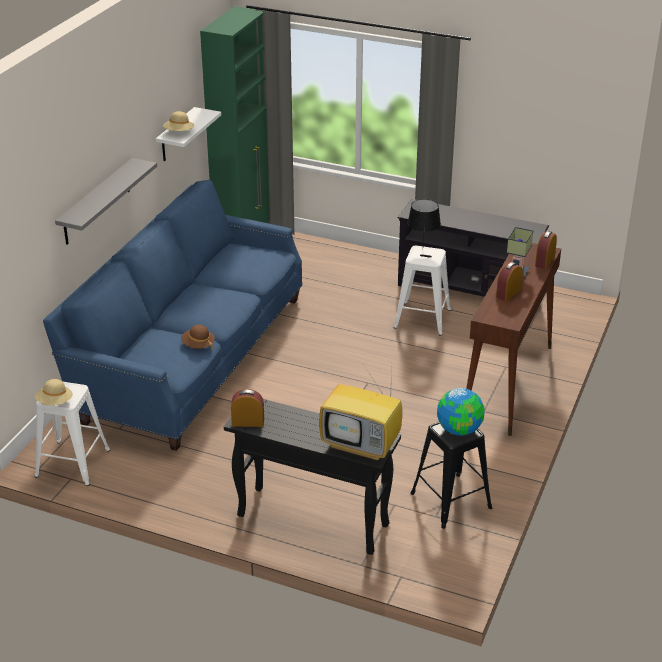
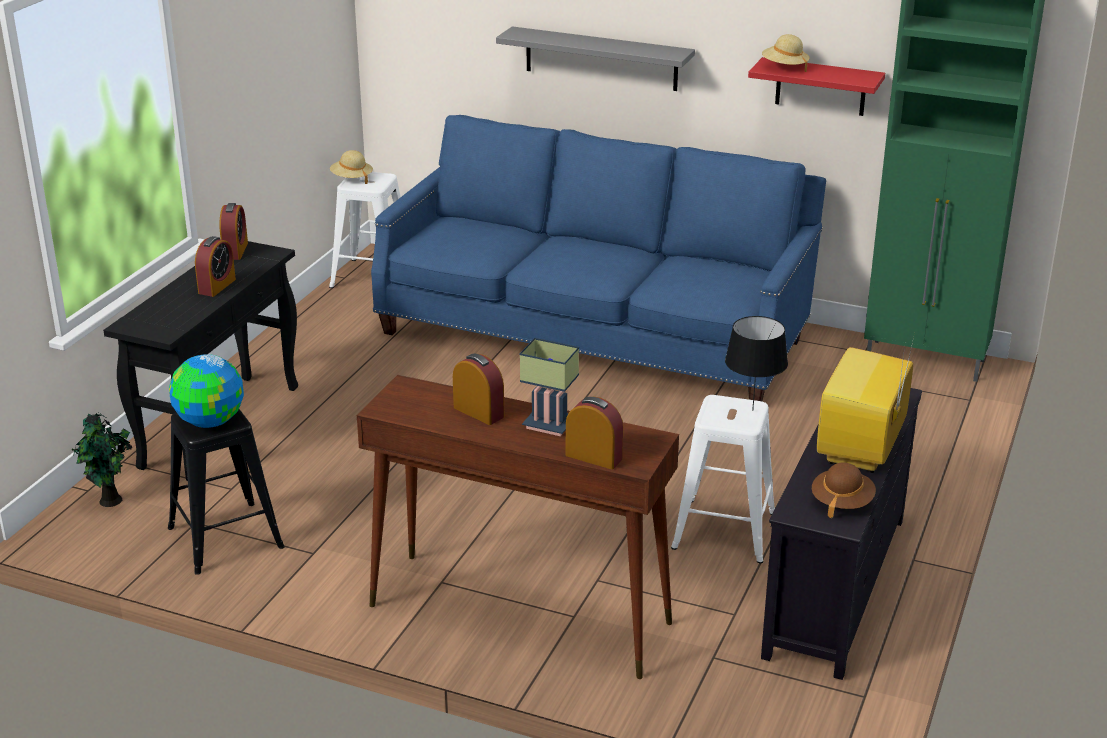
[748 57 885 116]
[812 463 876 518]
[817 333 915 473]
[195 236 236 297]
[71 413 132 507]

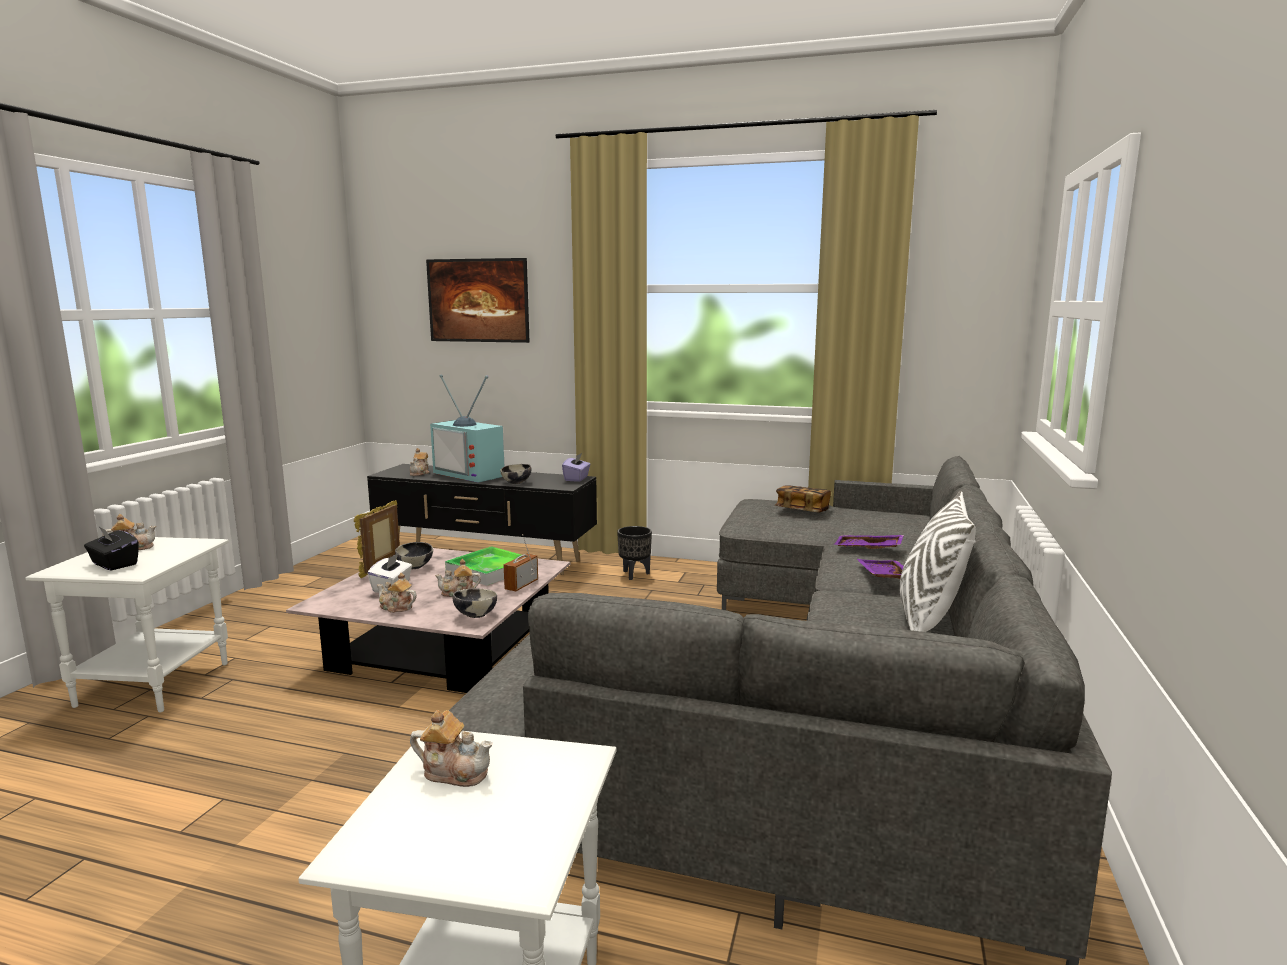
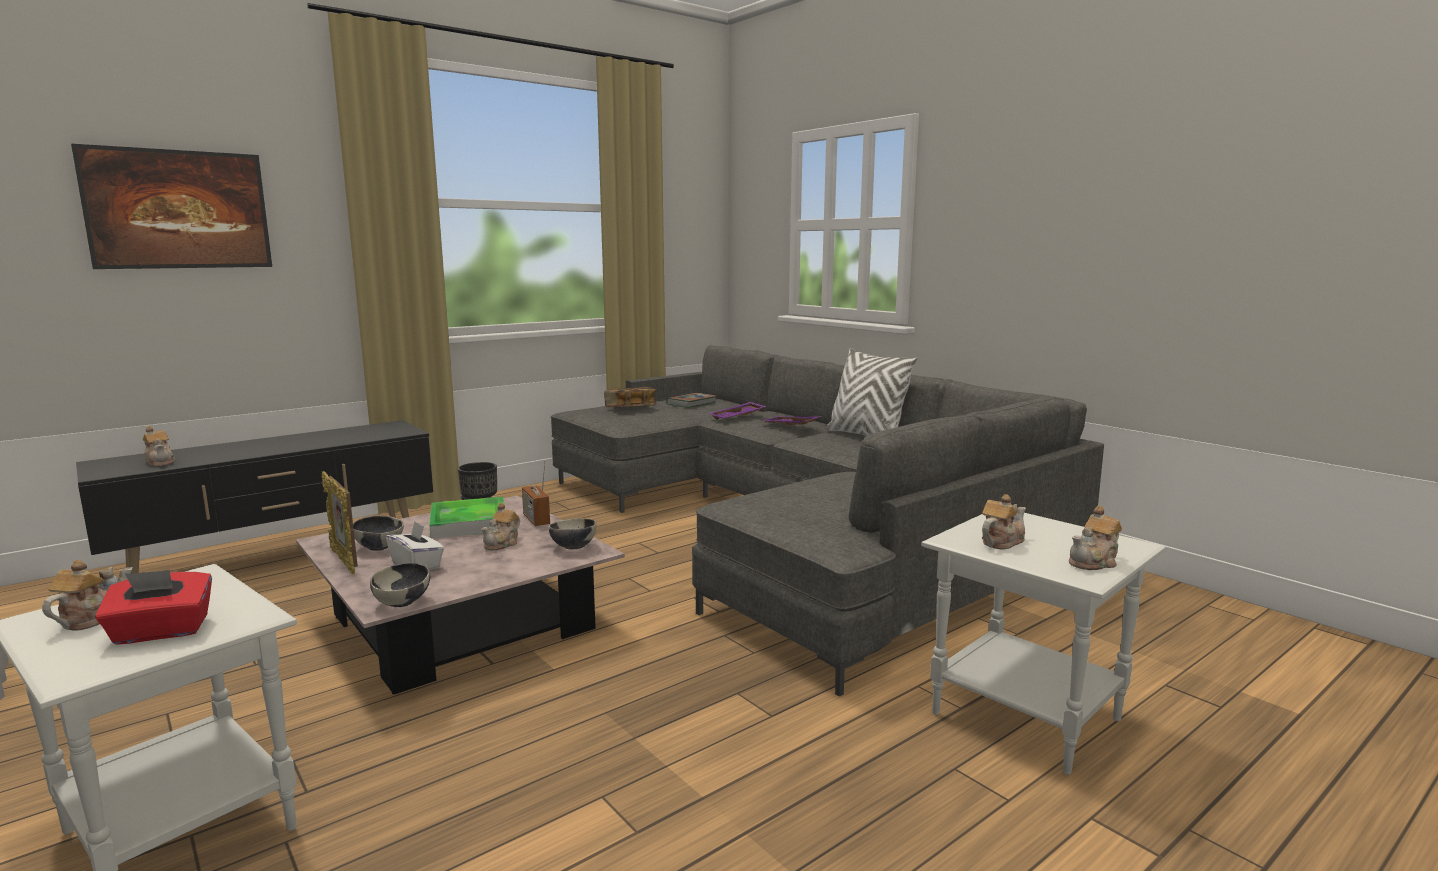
[430 374 504 483] (first image)
[562 453 591 482] (first image)
[370 562 430 607]
[95 570 212 645]
[1069 506 1122 570]
[666 393 717 408]

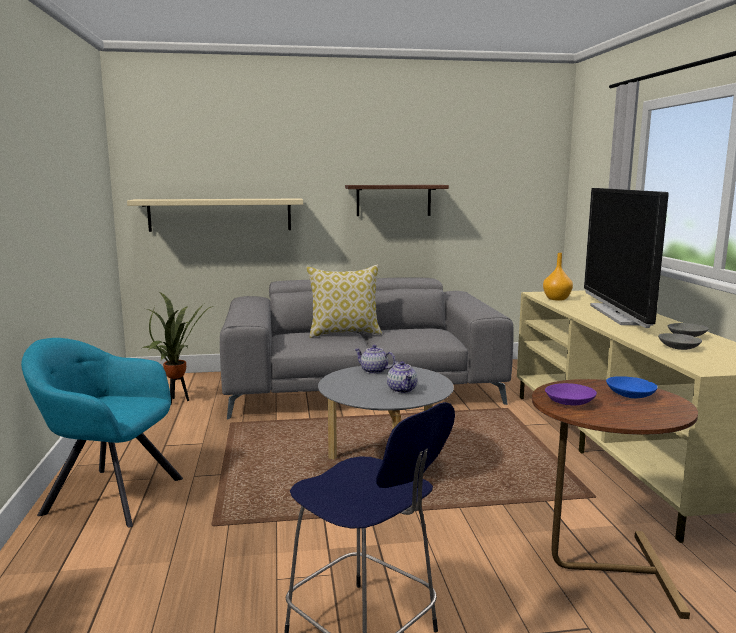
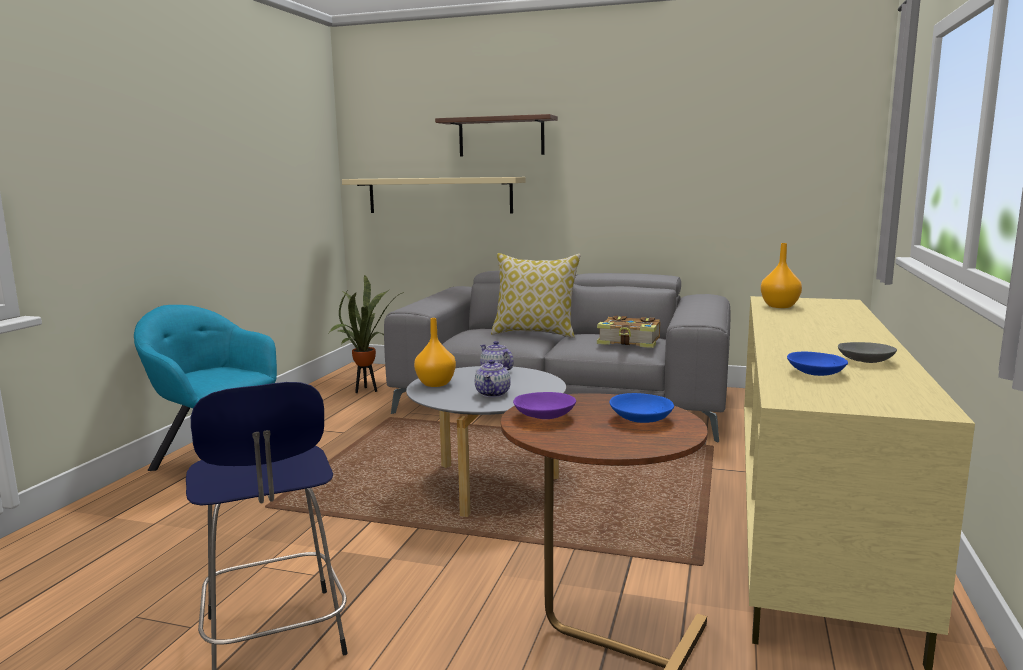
[435 114 558 156]
[584 188 669 328] (first image)
[787 352 848 376]
[597 316 660 348]
[414 318 456 387]

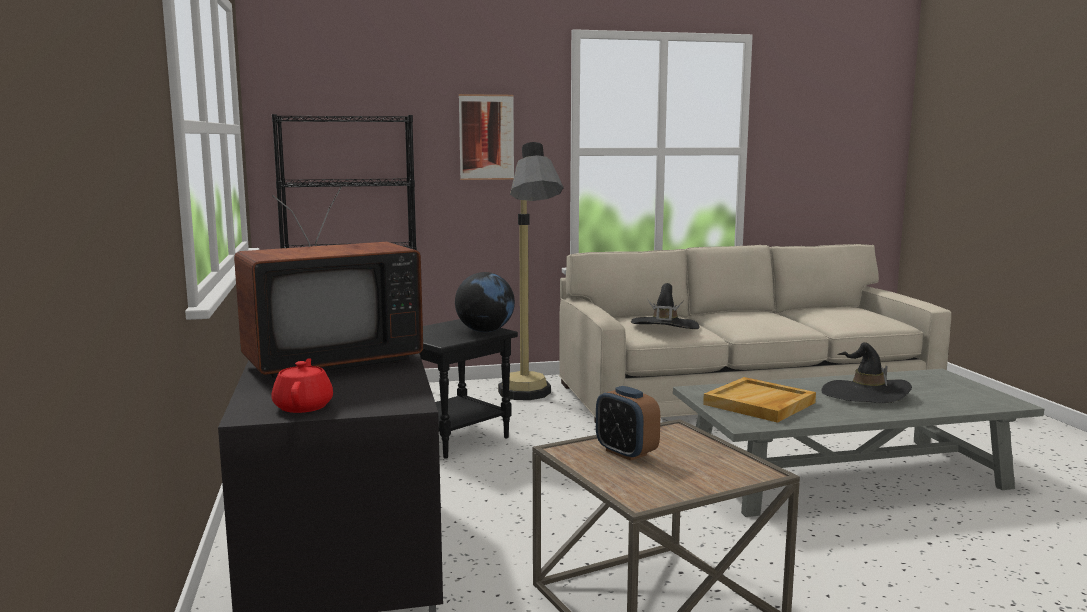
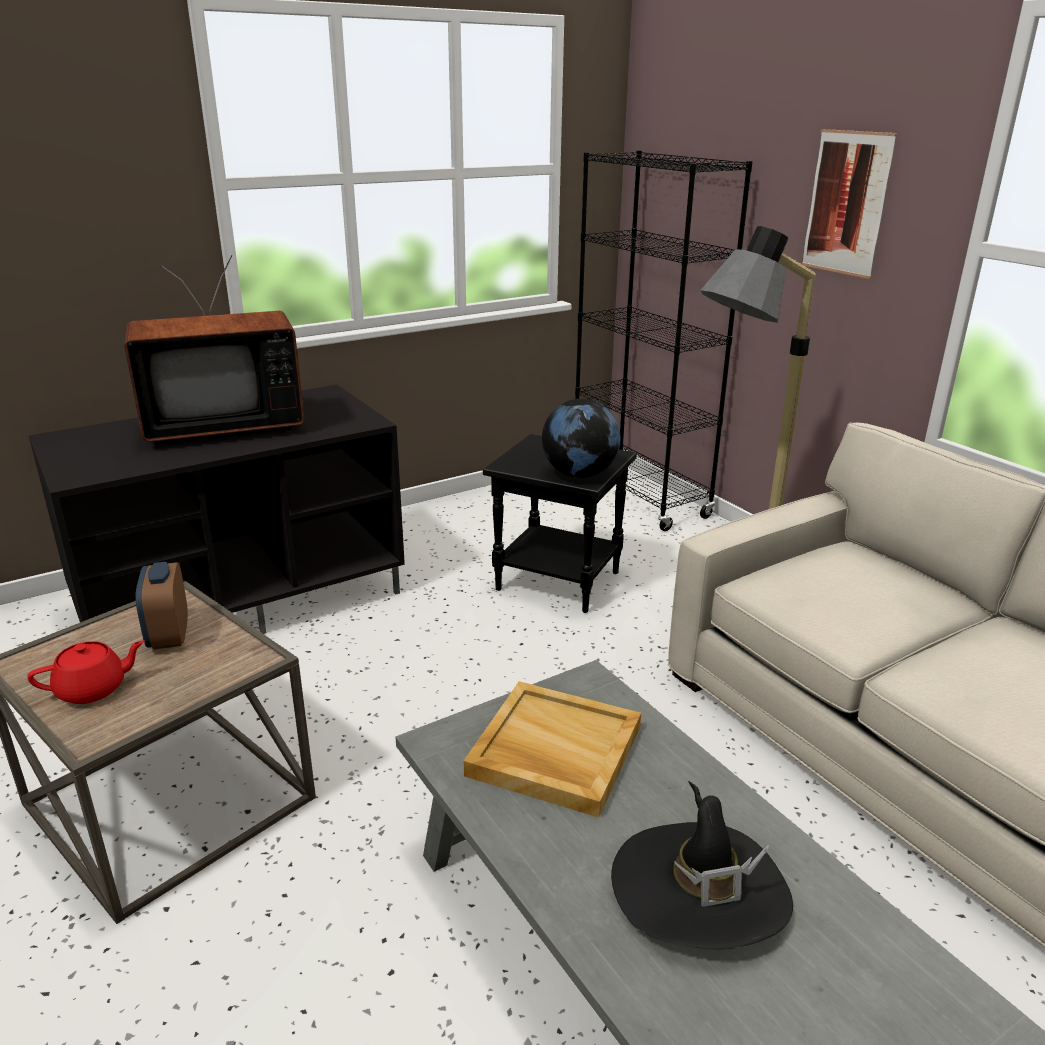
[125 255 304 445]
[631 283 699 329] (first image)
[27 640 145 704]
[136 562 188 650]

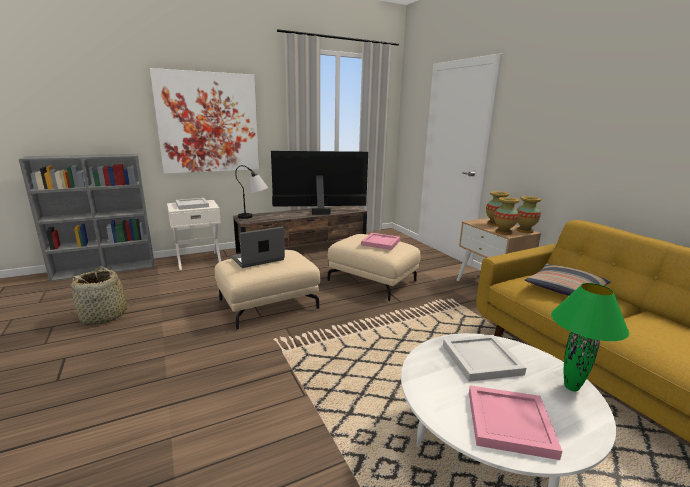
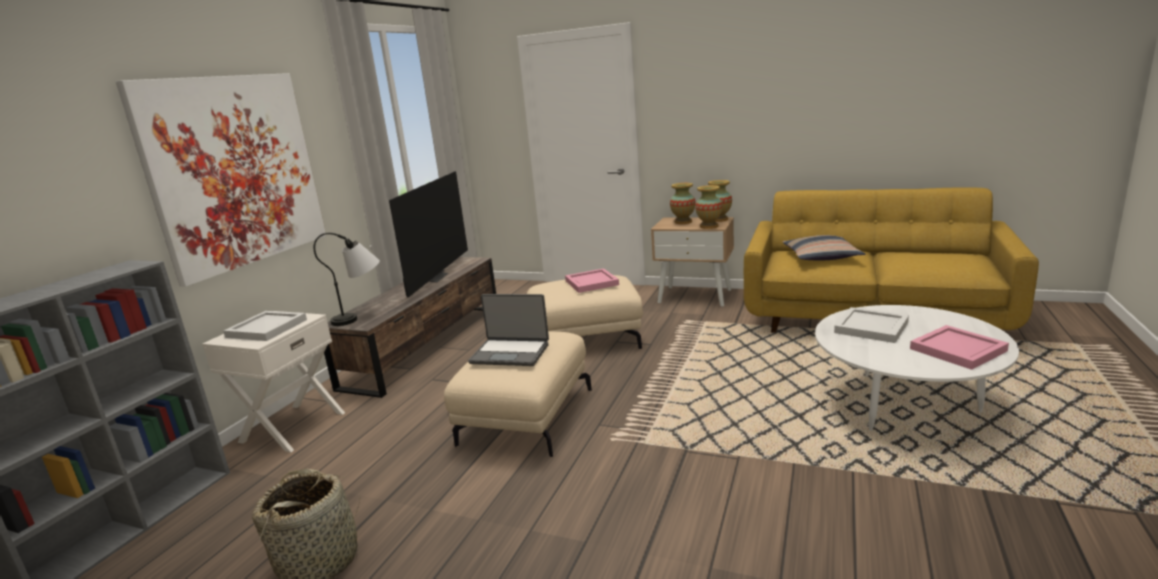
[389 171 468 297]
[468 294 549 366]
[551 283 629 391] (first image)

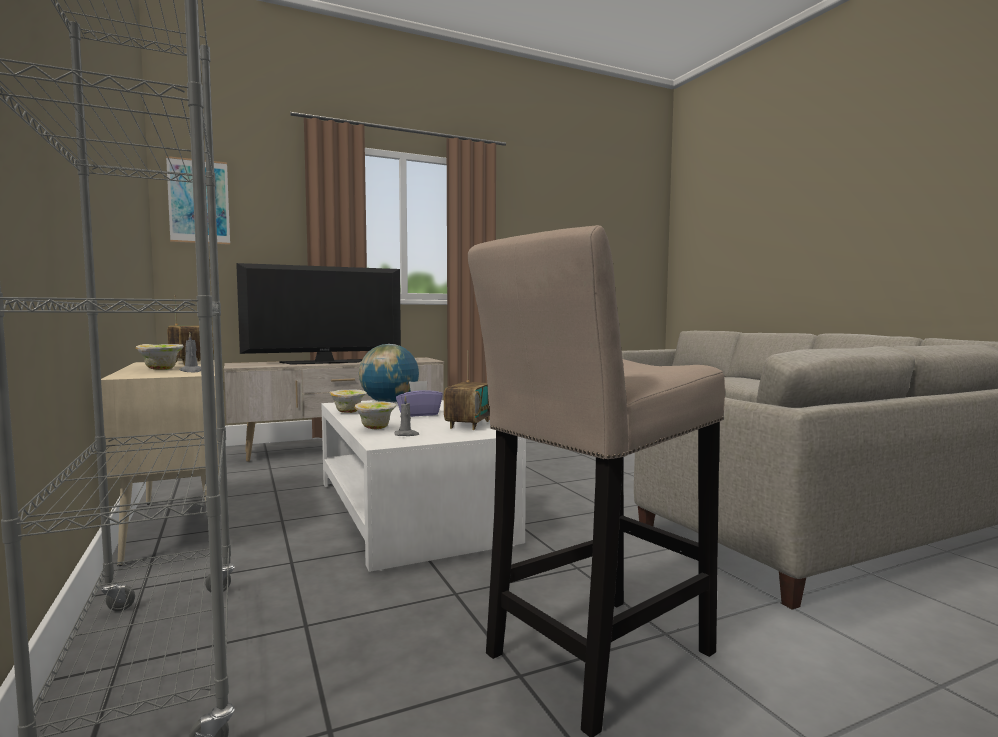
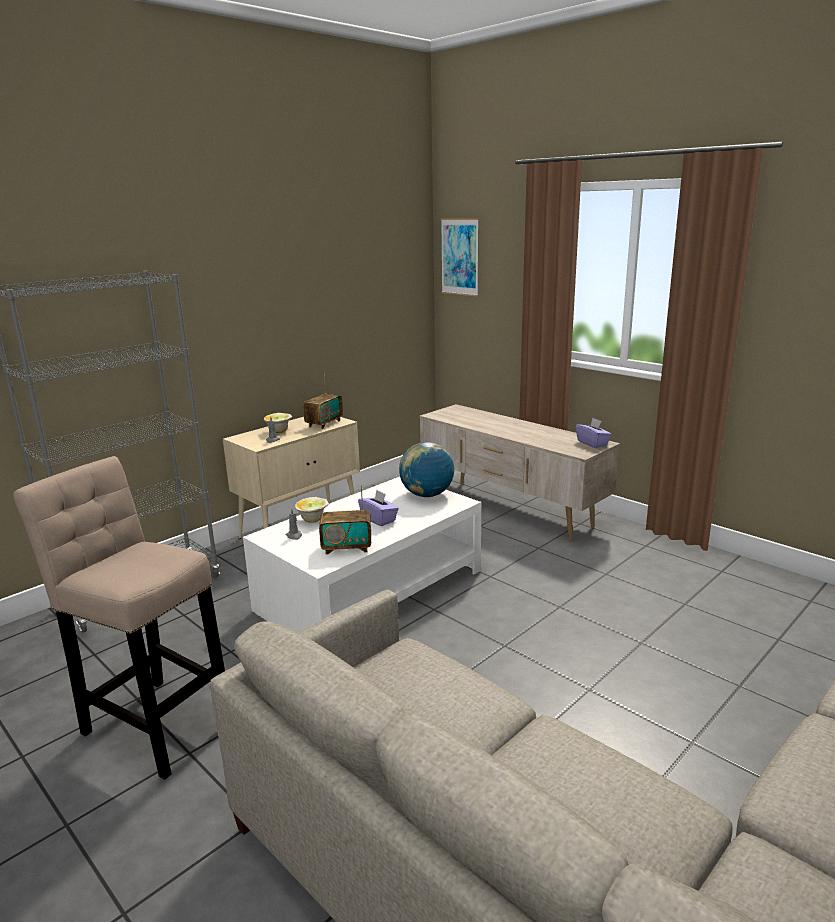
[236 263 401 365] (first image)
[329 390 367 413] (first image)
[576 418 612 448]

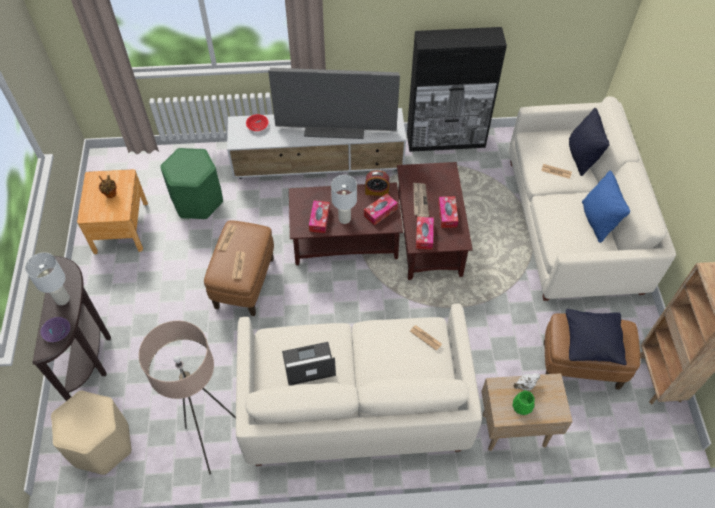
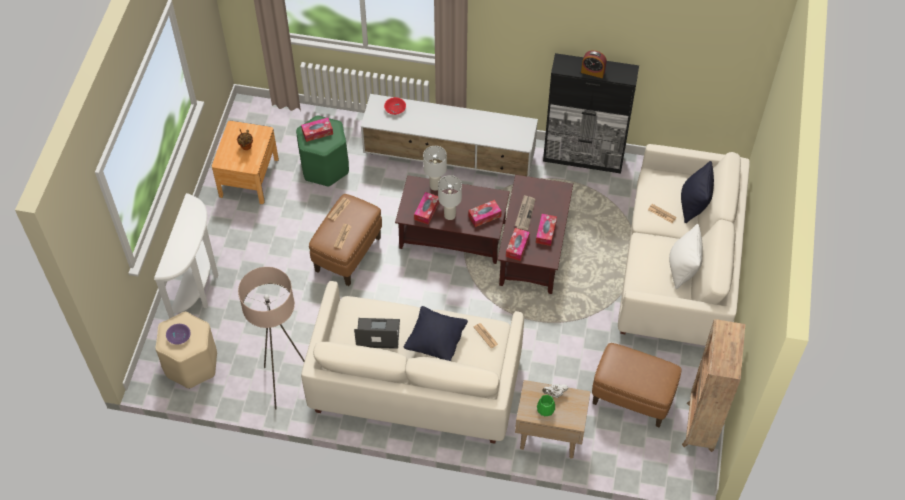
[268 68 400 139] (first image)
[581 50 606 78]
[669 224 703 289]
[423 146 447 191]
[154 193 219 319]
[404 306 468 361]
[166 324 190 345]
[301 118 333 142]

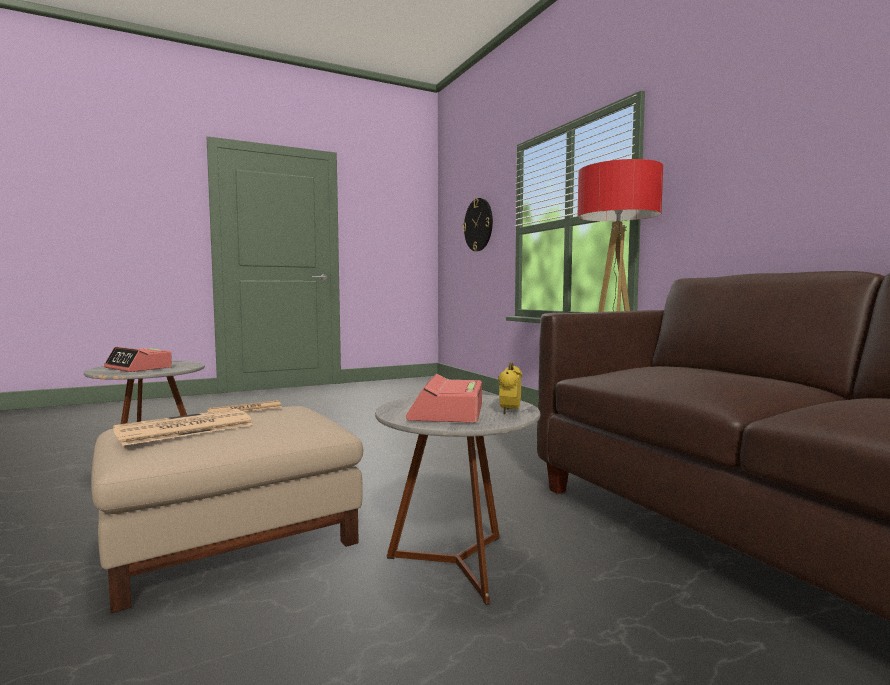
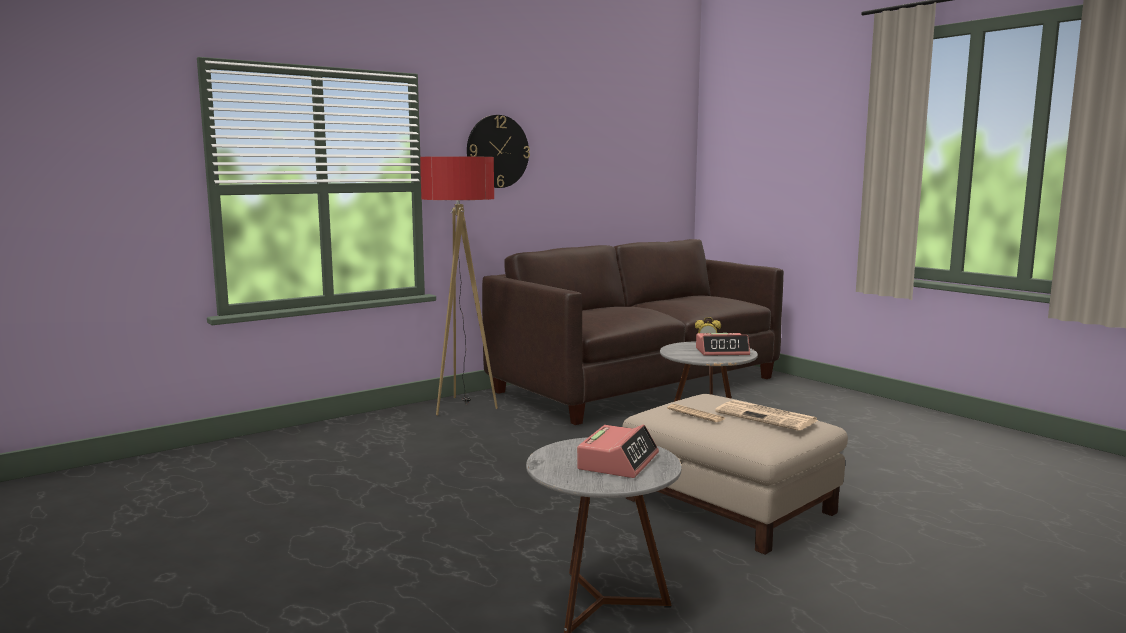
[467 115 530 188]

